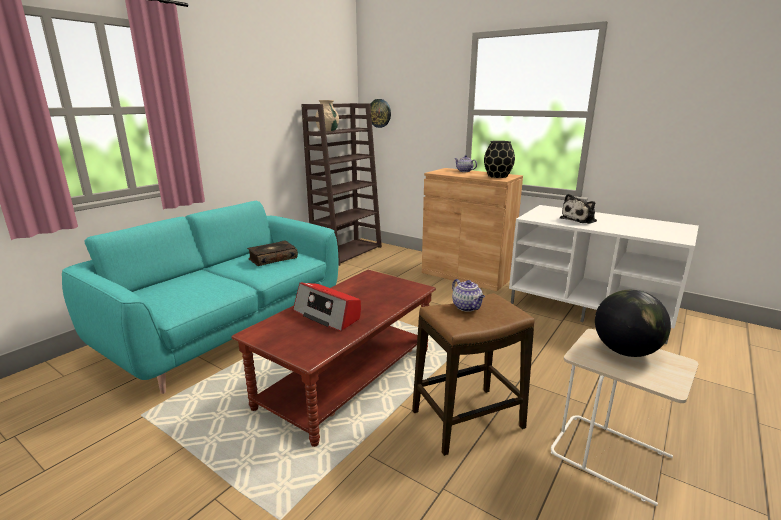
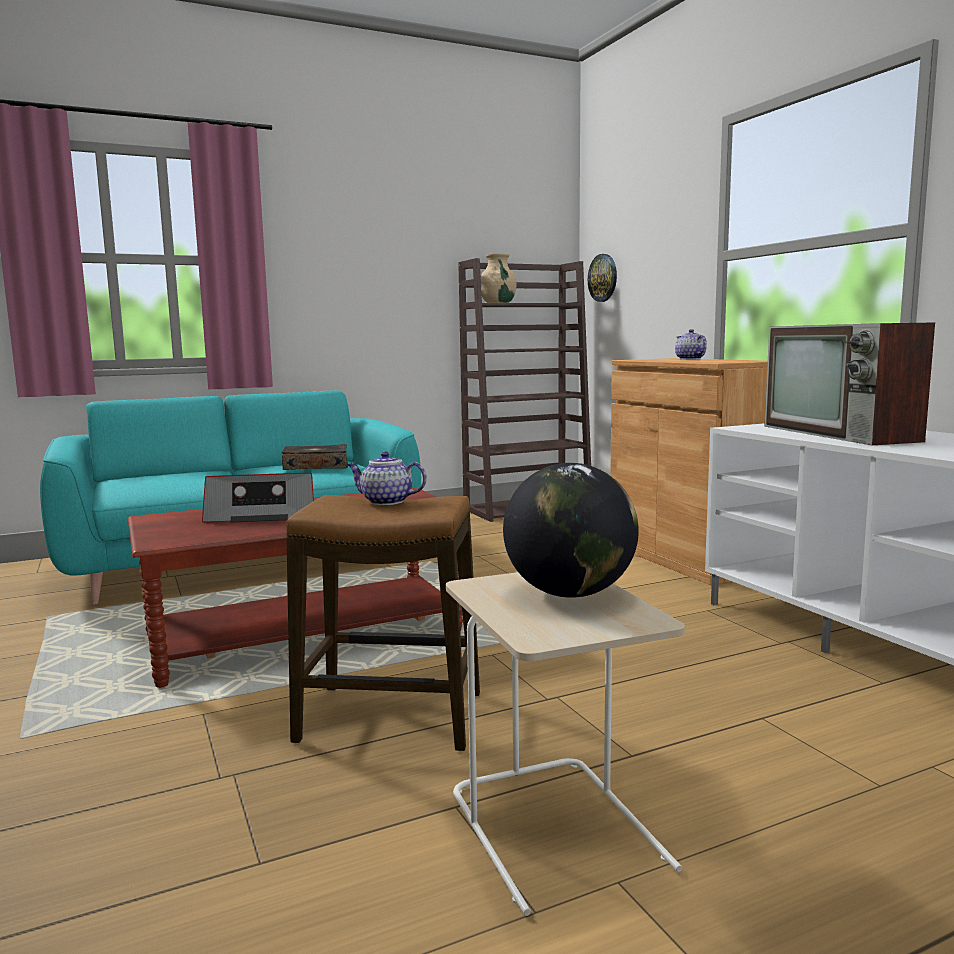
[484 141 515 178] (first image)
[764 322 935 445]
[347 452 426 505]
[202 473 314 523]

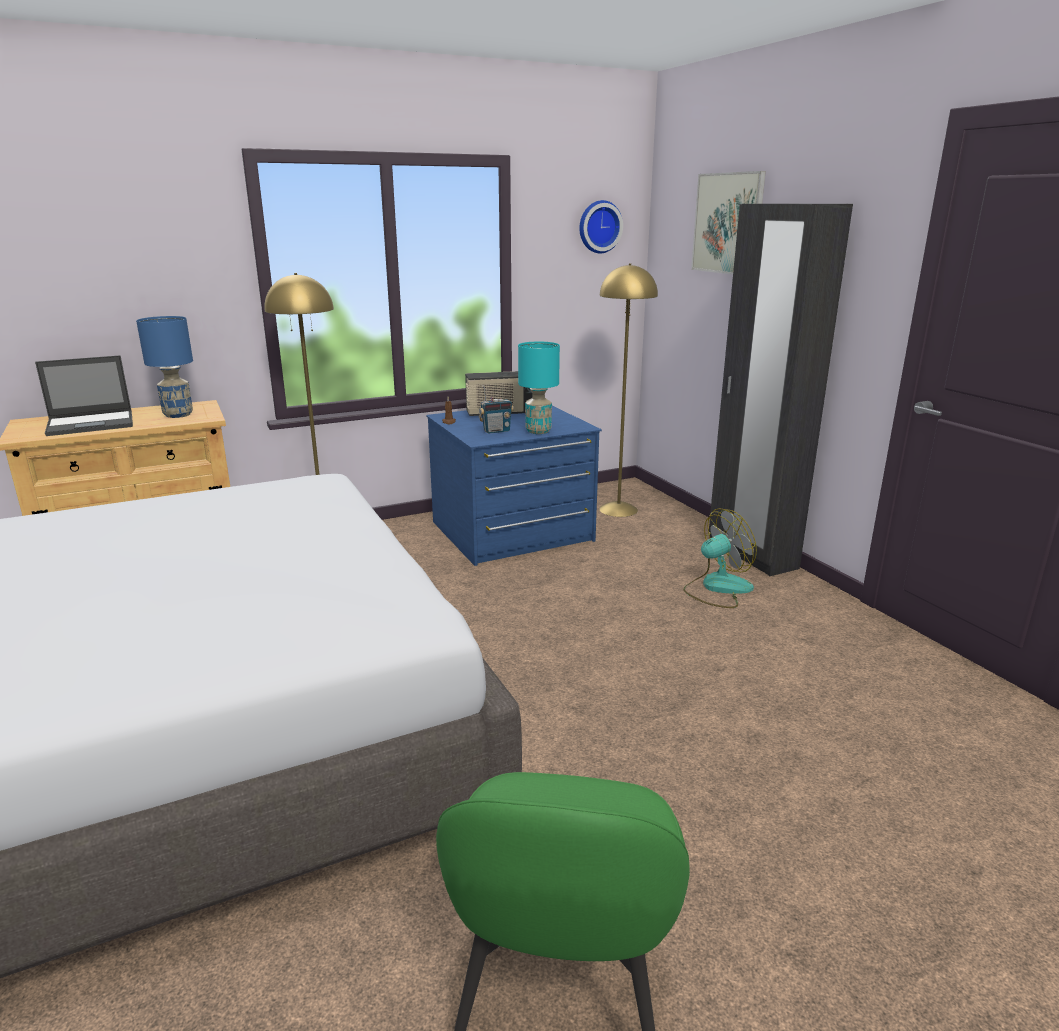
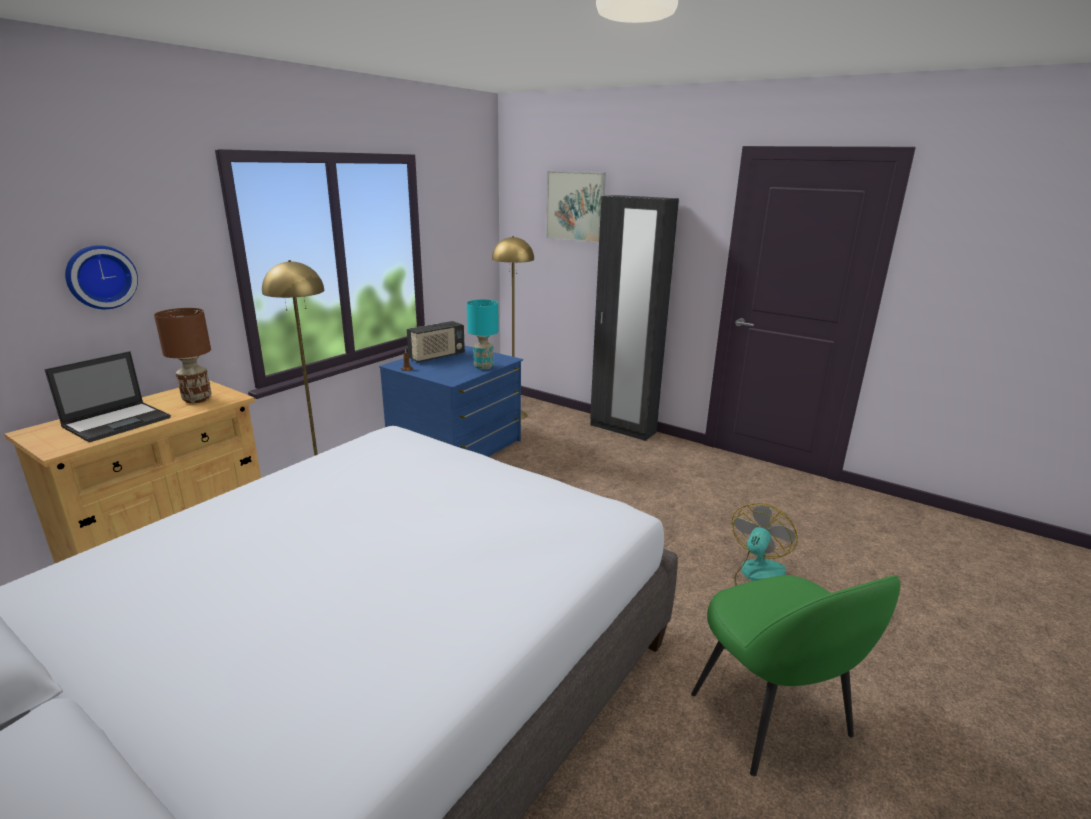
[65 245 138 309]
[154 308 211 403]
[479 385 514 433] (first image)
[732 503 798 586]

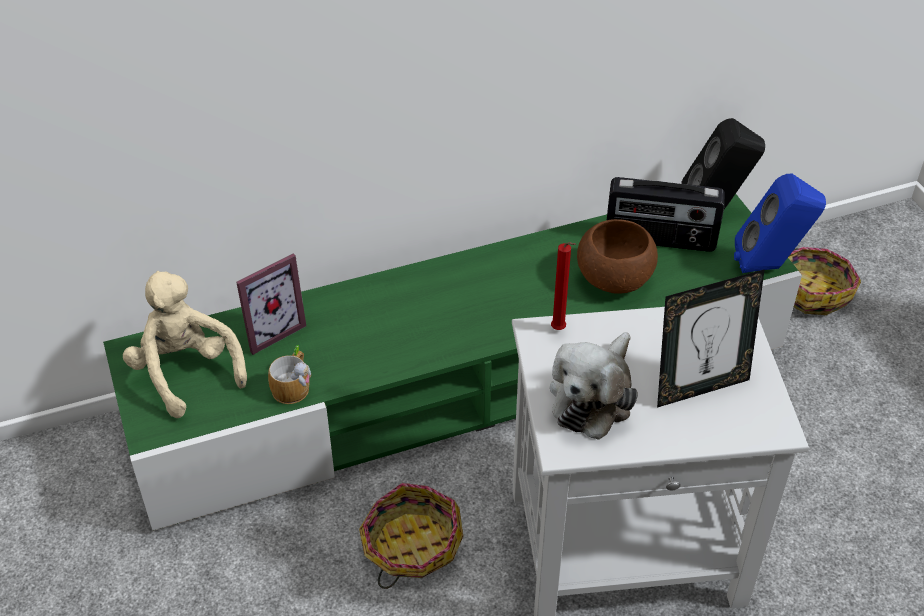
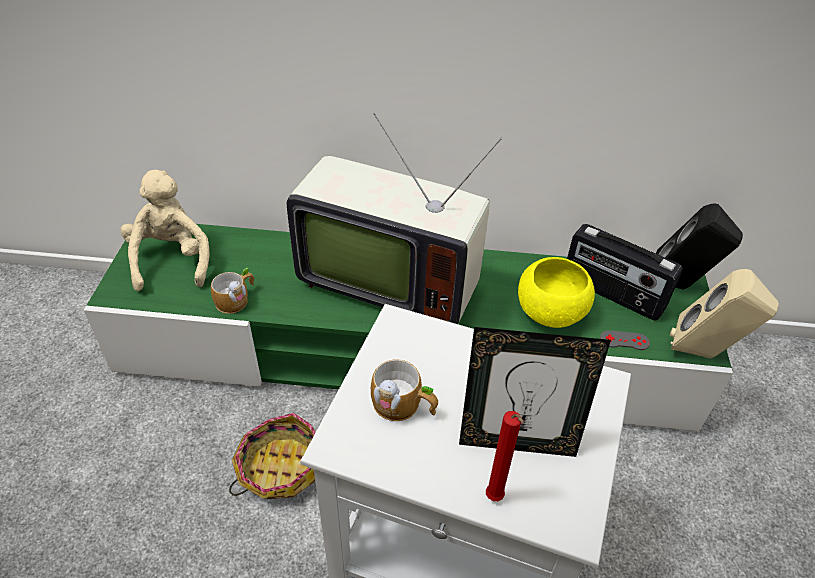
[670 269 779 358]
[518 257 595 328]
[486 411 524 501]
[788 247 861 315] (first image)
[236 254 306 355] (first image)
[371 359 438 421]
[287 113 502 324]
[600 330 650 350]

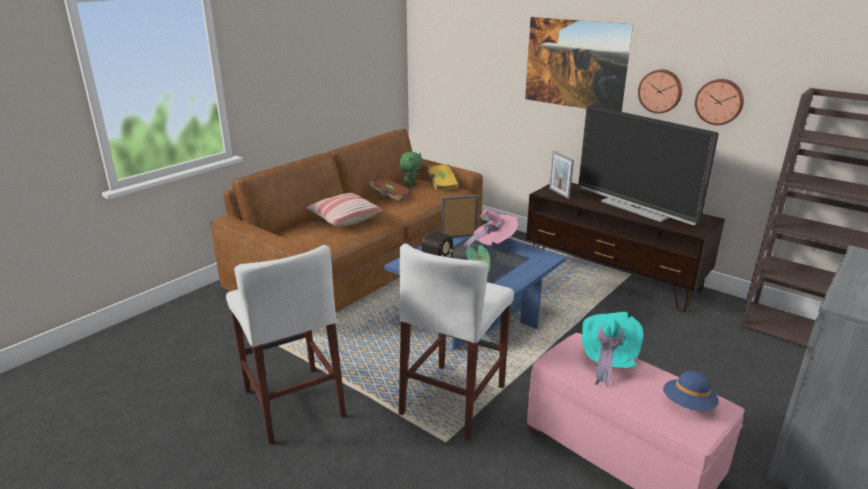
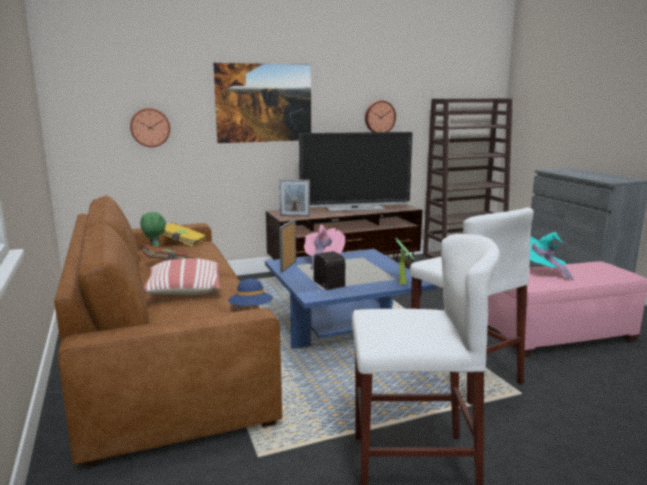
[130 108 170 147]
[228 279 273 306]

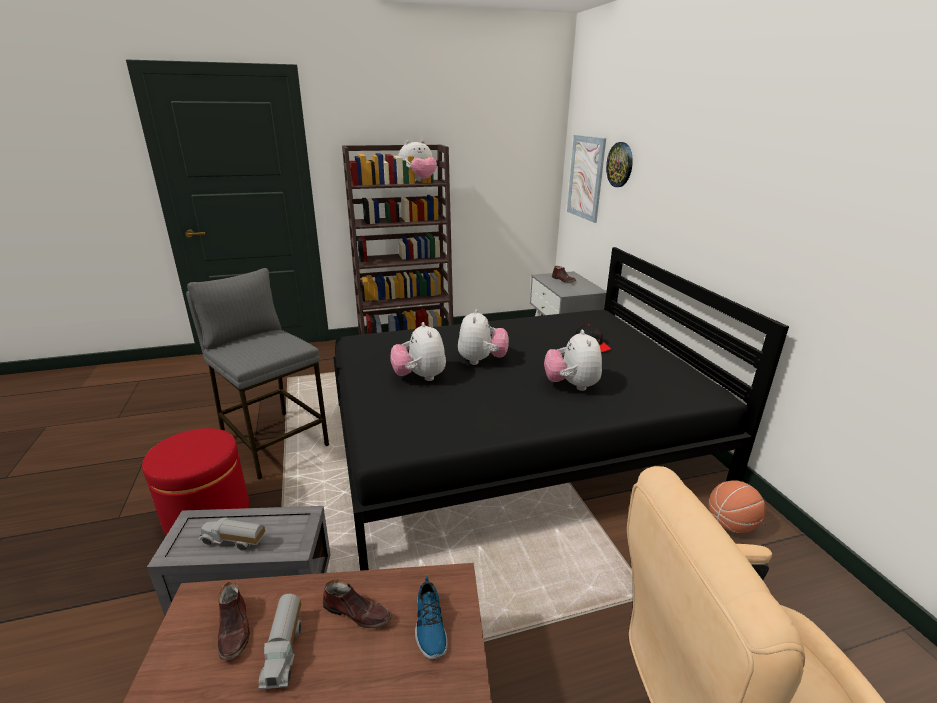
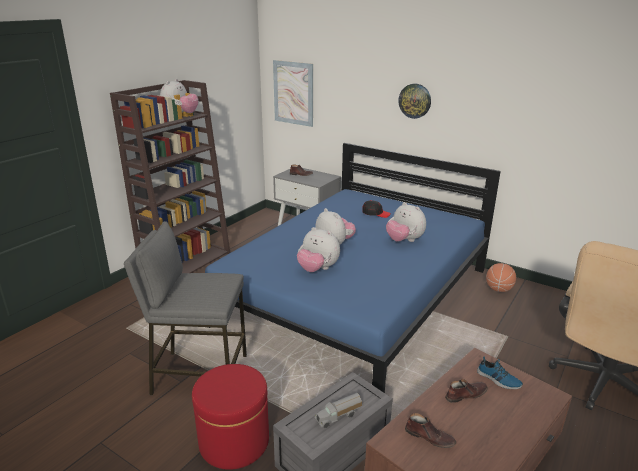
[398 84 431 119]
[205 143 501 393]
[258 594 302 690] (first image)

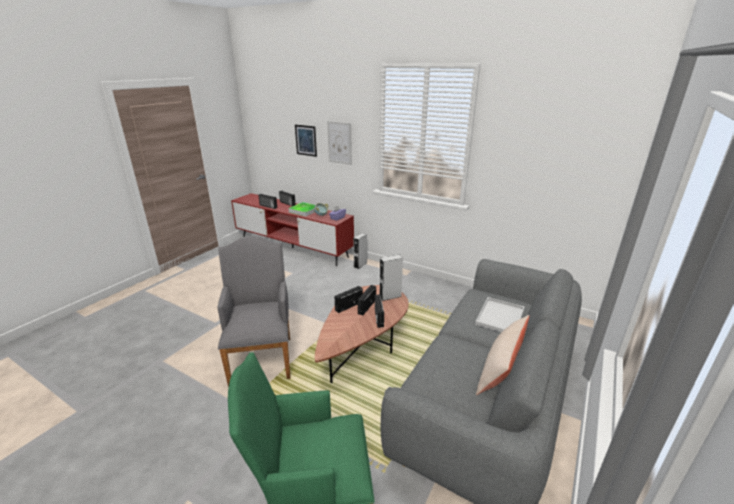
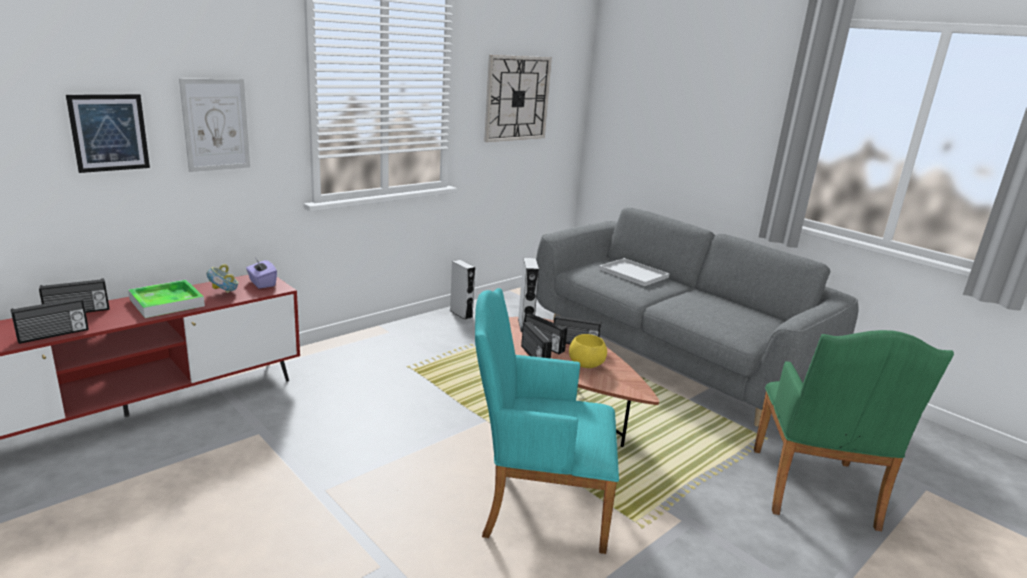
[450 260 475 320]
[475 288 619 554]
[476 315 529 395] (first image)
[484 55 552 142]
[569 334 607 368]

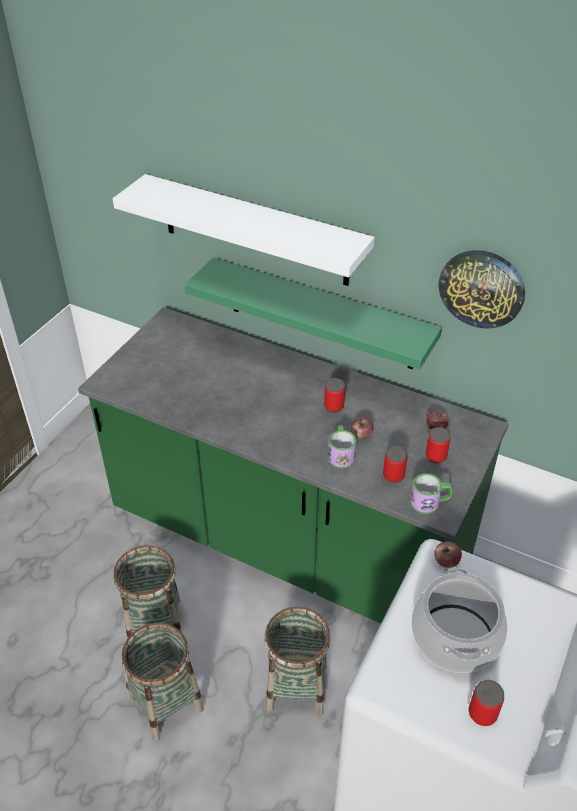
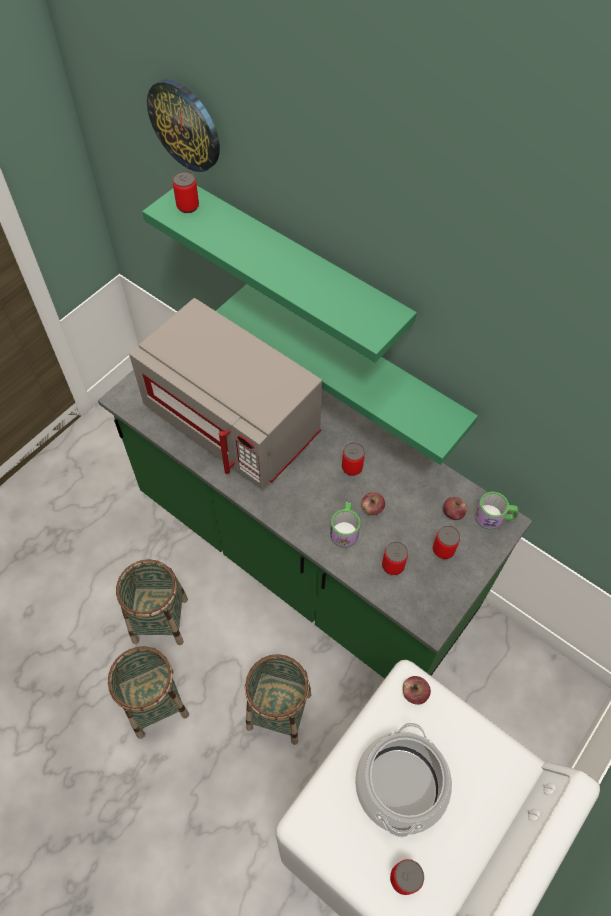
[142 186 417 363]
[147 79 220 172]
[475 492 518 530]
[173 171 199 213]
[129 298 322 489]

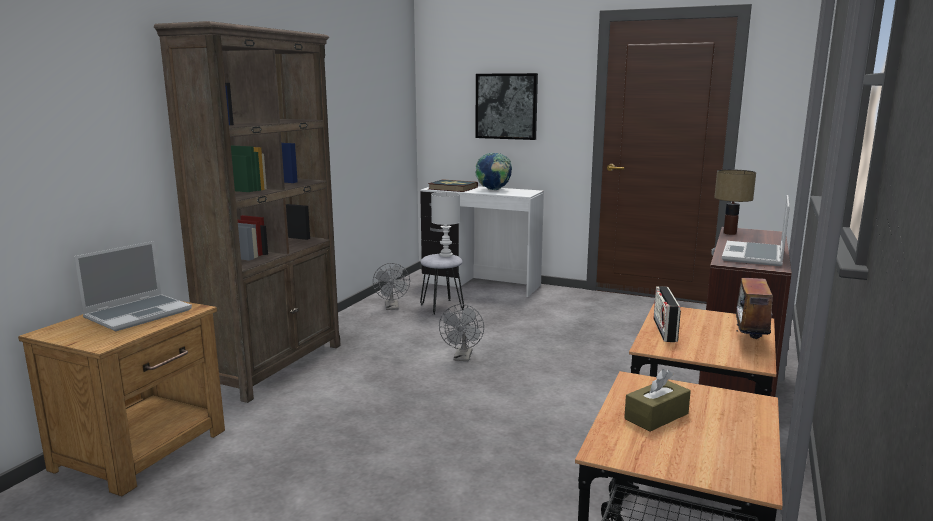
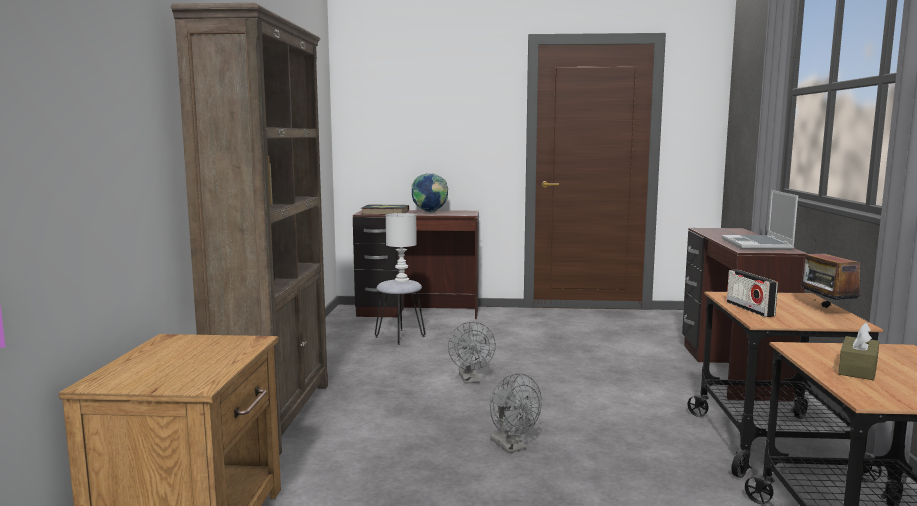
[476 73 538 140] (first image)
[714 169 756 235] (first image)
[353 210 479 320]
[74 241 192 331] (first image)
[490 373 542 453]

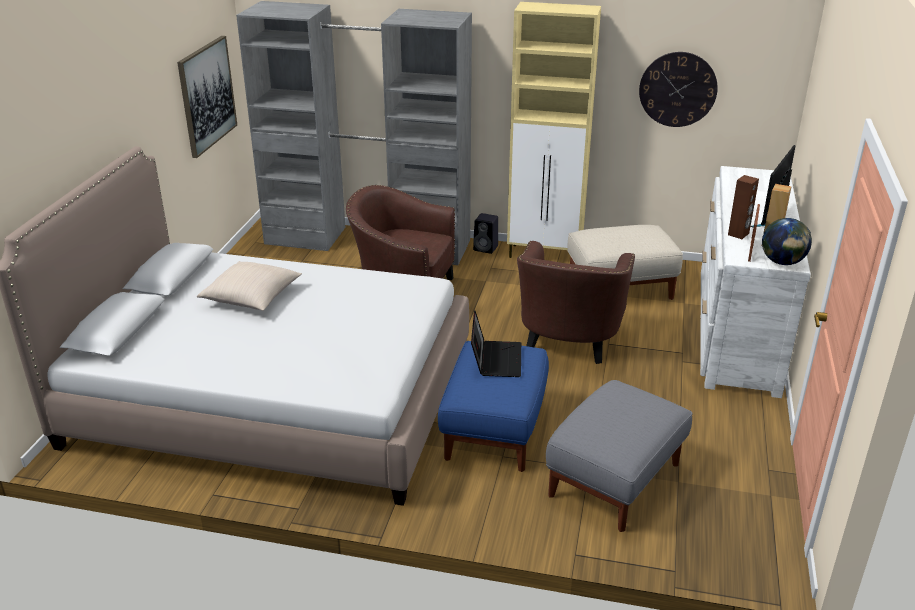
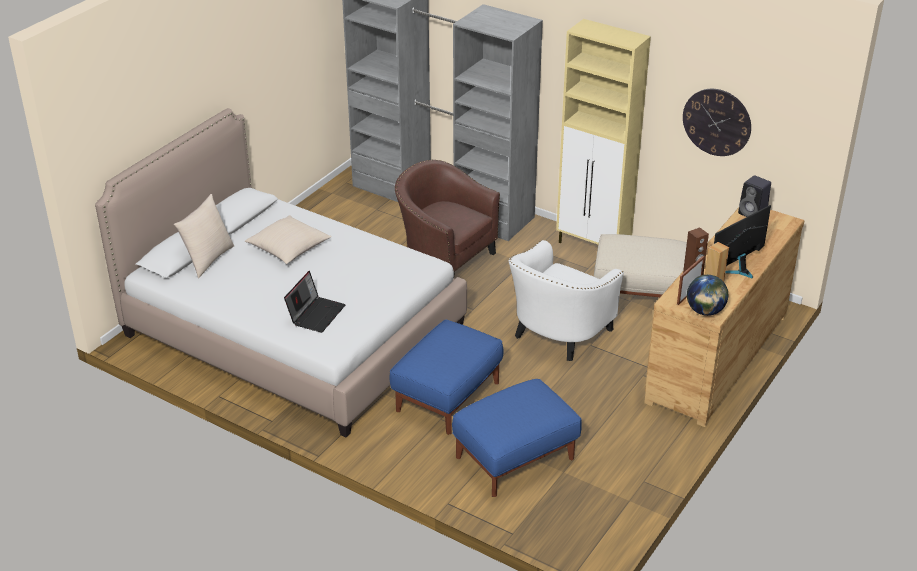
[177 36 237 158] (first image)
[644 208 804 427]
[738 175 771 217]
[509 240 624 361]
[284 271 346 333]
[452 379 582 497]
[174 194 234 278]

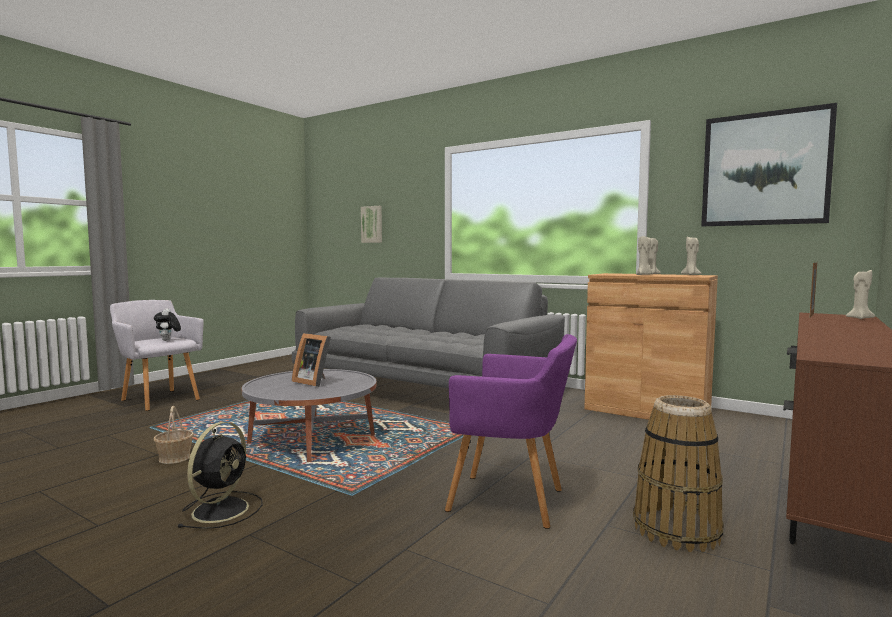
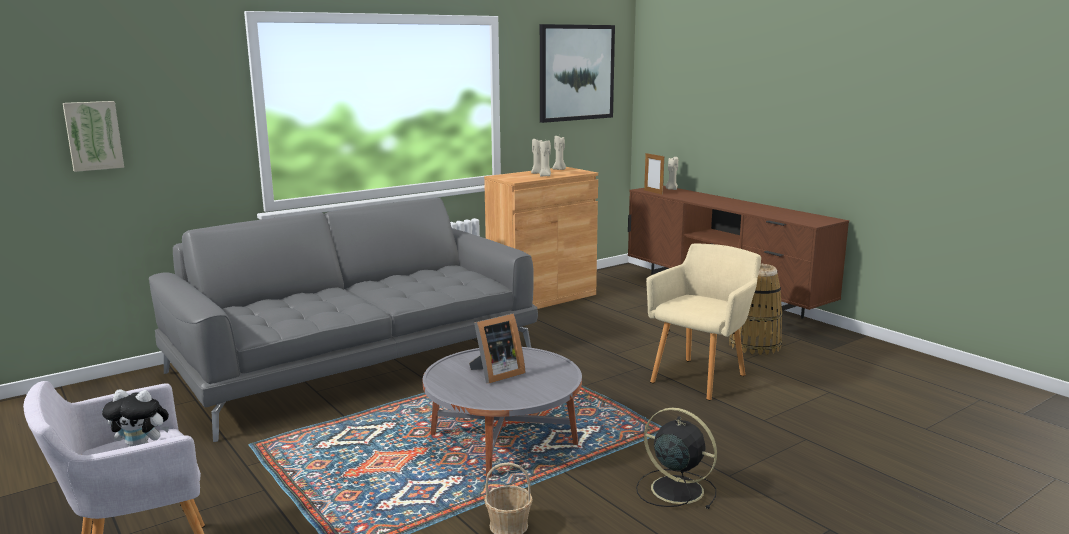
[646 243 761 400]

